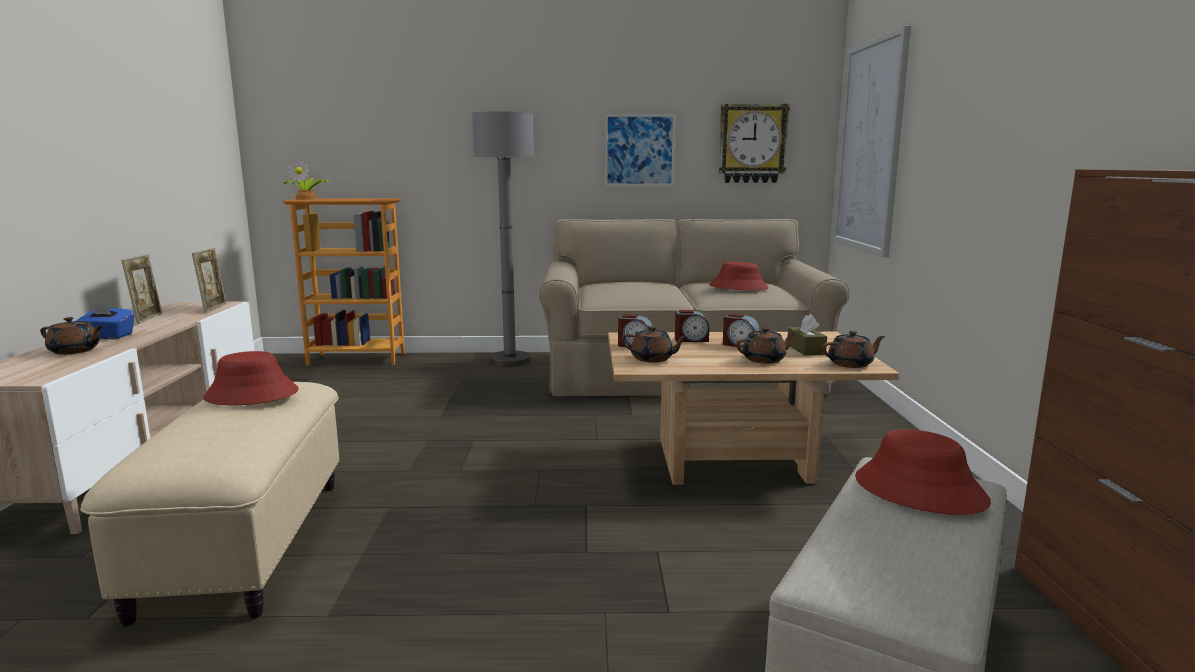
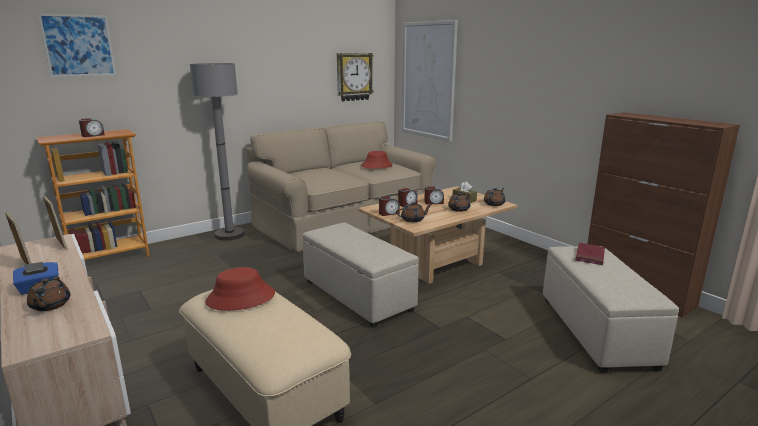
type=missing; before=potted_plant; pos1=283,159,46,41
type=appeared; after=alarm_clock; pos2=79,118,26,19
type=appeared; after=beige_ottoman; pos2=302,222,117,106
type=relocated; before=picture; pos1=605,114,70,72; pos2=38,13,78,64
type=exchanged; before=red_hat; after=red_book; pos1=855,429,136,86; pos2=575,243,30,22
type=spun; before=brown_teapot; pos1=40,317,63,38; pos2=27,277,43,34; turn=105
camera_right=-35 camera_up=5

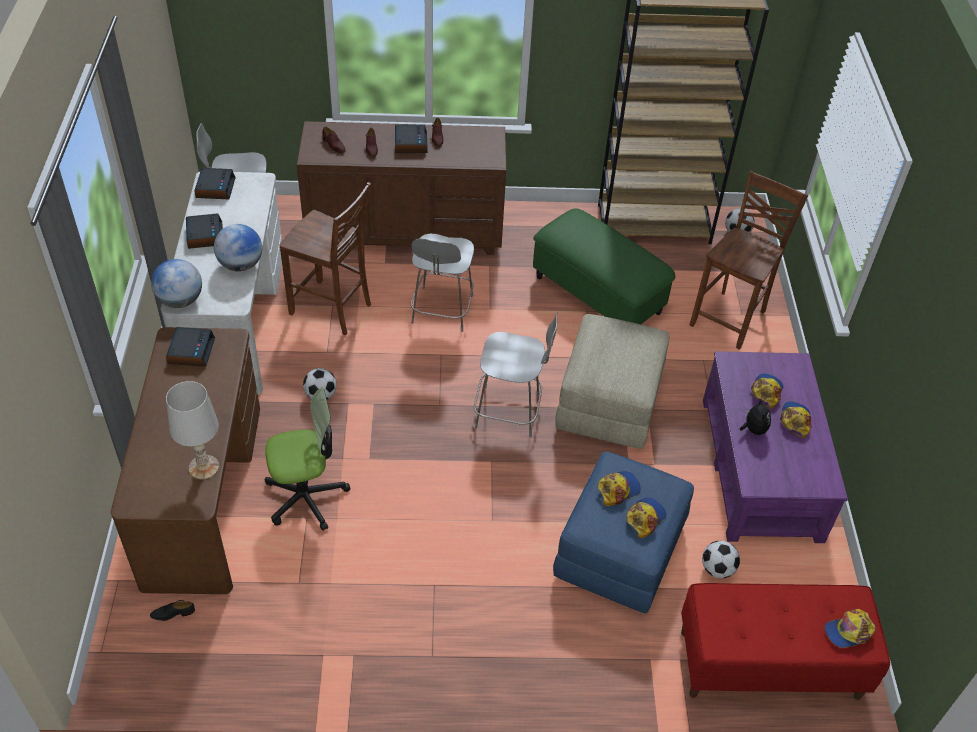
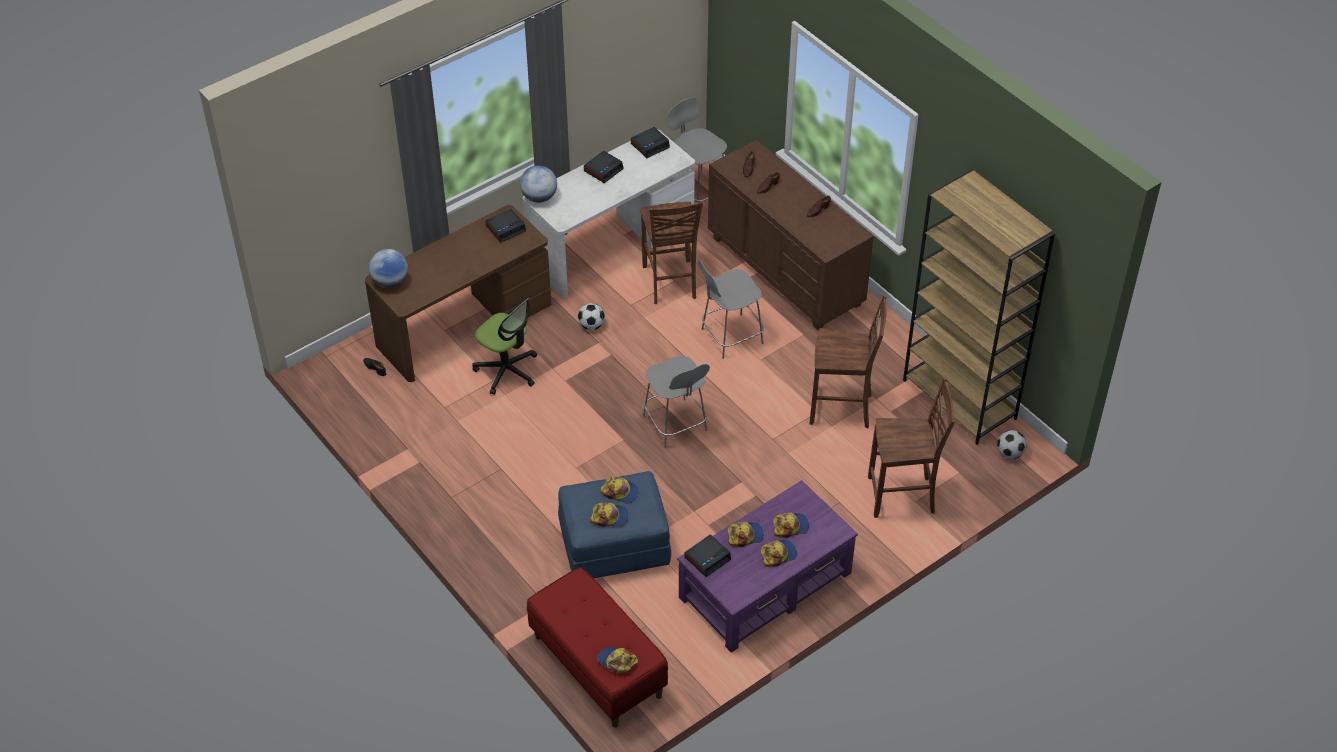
type=missing; before=white_table_lamp; pos1=166,381,53,99
type=missing; before=beige_ottoman; pos1=555,314,114,135
type=missing; before=football; pos1=702,541,38,37
type=relocated; before=globe; pos1=214,224,48,48; pos2=369,249,39,39
type=relocated; before=alarm_clock; pos1=395,124,33,29; pos2=685,534,46,43
type=exchanged; before=green_ottoman; after=brown_chair; pos1=533,208,142,116; pos2=810,295,76,133
type=exchanged; before=plush_toy; after=cap; pos1=740,399,31,36; pos2=728,521,36,26
camera_right=55 camera_up=0

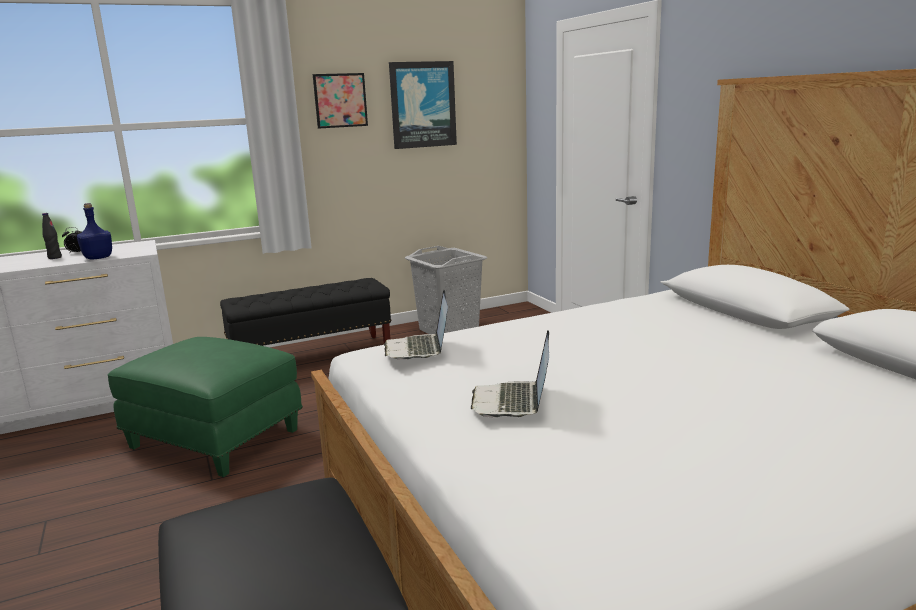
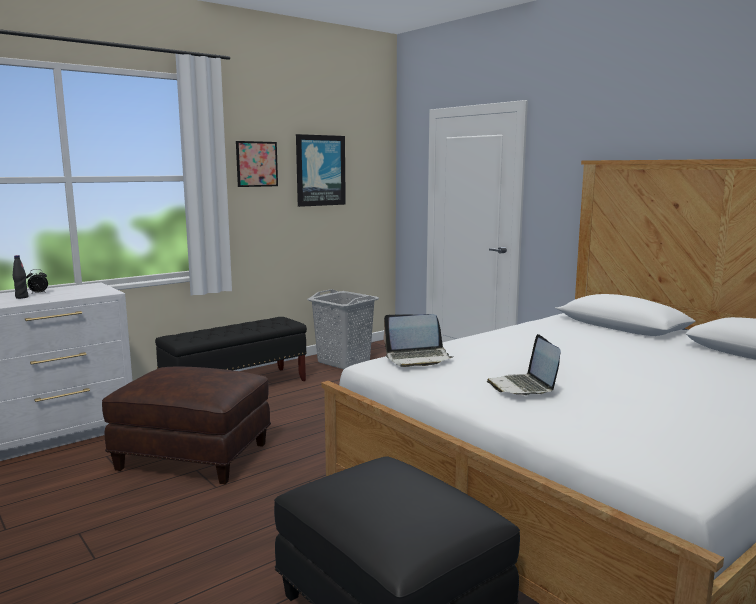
type=missing; before=blue_bottle; pos1=77,203,35,56
type=colour; before=green_ottoman; after=brown_ottoman; pos1=108,337,195,140; pos2=102,367,169,117
type=spun; before=laptop; pos1=384,290,64,70; pos2=383,314,70,53; turn=-75
camera_right=-15 camera_up=-5

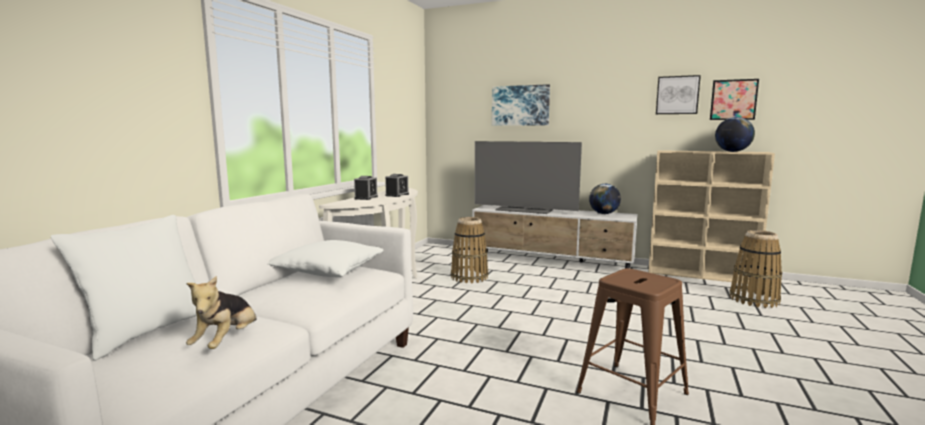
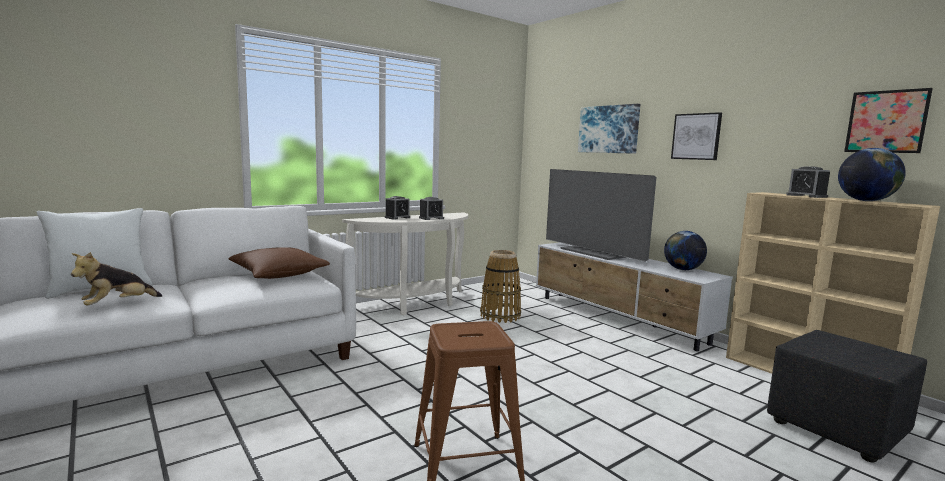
type=appeared; after=alarm_clock; pos2=786,166,44,32
type=relocated; before=picture; pos1=656,75,45,39; pos2=671,112,51,48
type=exchanged; before=basket; after=black_ottoman; pos1=730,230,52,78; pos2=767,330,160,132
type=colour; before=white_pillow; after=brown_pillow; pos1=268,240,116,37; pos2=229,247,101,32
camera_right=30 camera_up=0

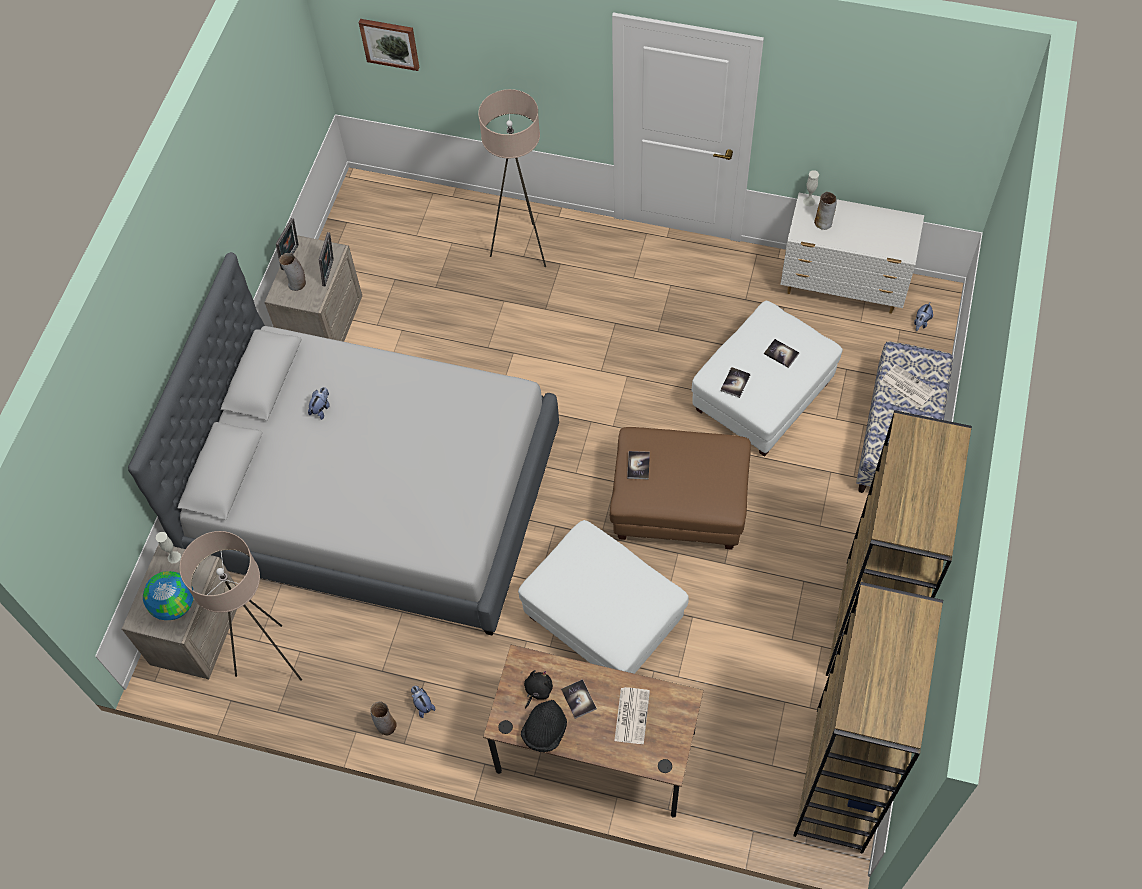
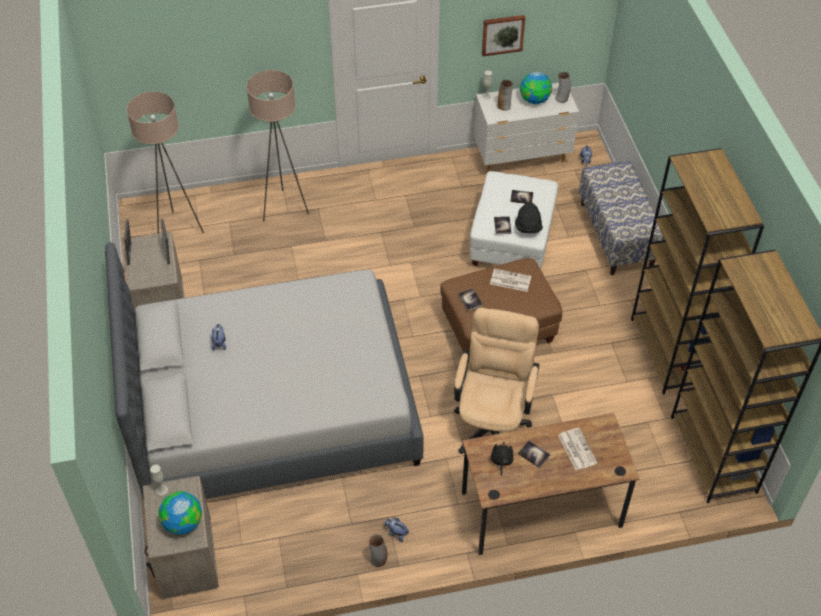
type=appeared; after=globe; pos2=520,72,32,32
type=relocated; before=beige_floor_lamp; pos1=179,531,123,150; pos2=126,92,78,142
type=relocated; before=vase; pos1=279,253,27,38; pos2=556,72,15,31
type=relocated; before=picture; pos1=359,19,60,52; pos2=482,15,43,41
type=relocated; before=black_hat; pos1=521,700,46,52; pos2=515,202,28,31
type=relocated; before=newspaper; pos1=881,364,55,44; pos2=490,268,41,24
type=exchanged; before=white_ottoman; after=beige_office_chair; pos1=518,520,171,154; pos2=454,308,86,146
camera_right=-30 camera_up=-10

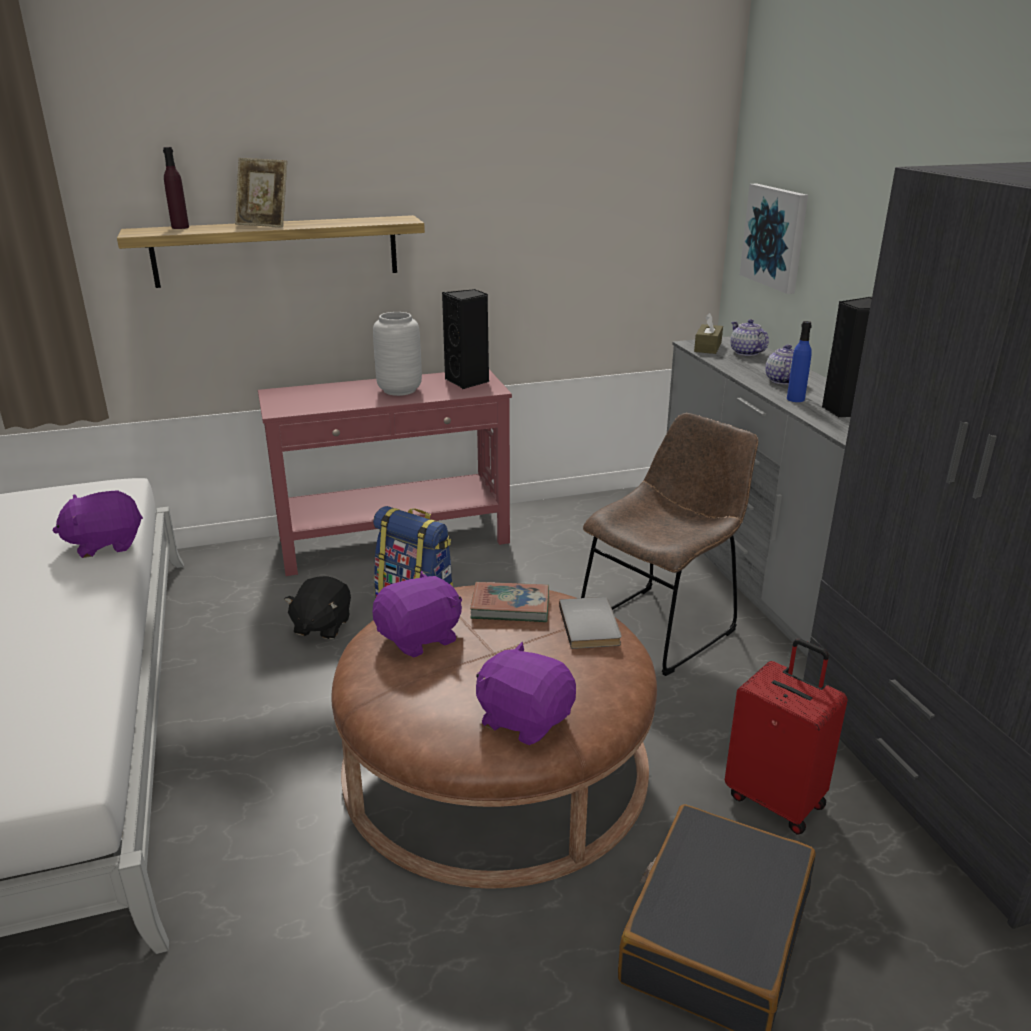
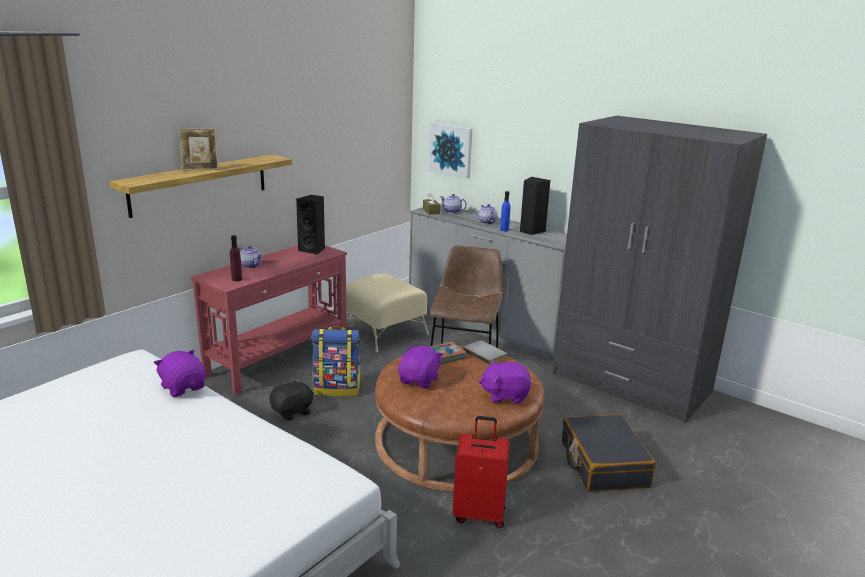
type=missing; before=grey_vase; pos1=373,312,49,84
type=appeared; after=teapot; pos2=238,245,24,24
type=appeared; after=beige_ottoman; pos2=346,274,83,78
type=relocated; before=purple_bottle; pos1=163,147,26,82; pos2=230,235,12,46
type=relocated; before=red_suitcase; pos1=725,639,123,195; pos2=452,416,58,112
type=spun; before=purple_plush_toy; pos1=52,490,91,68; pos2=153,349,53,48; turn=105
type=spun; before=black_plush_toy; pos1=284,576,67,63; pos2=269,379,45,42; turn=-105
camera_right=-35 camera_up=-5

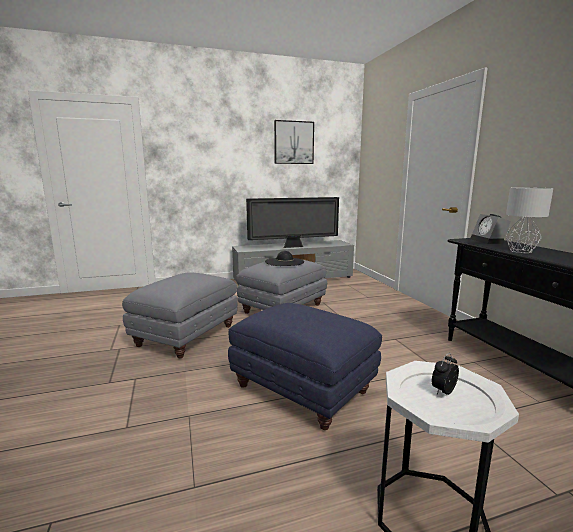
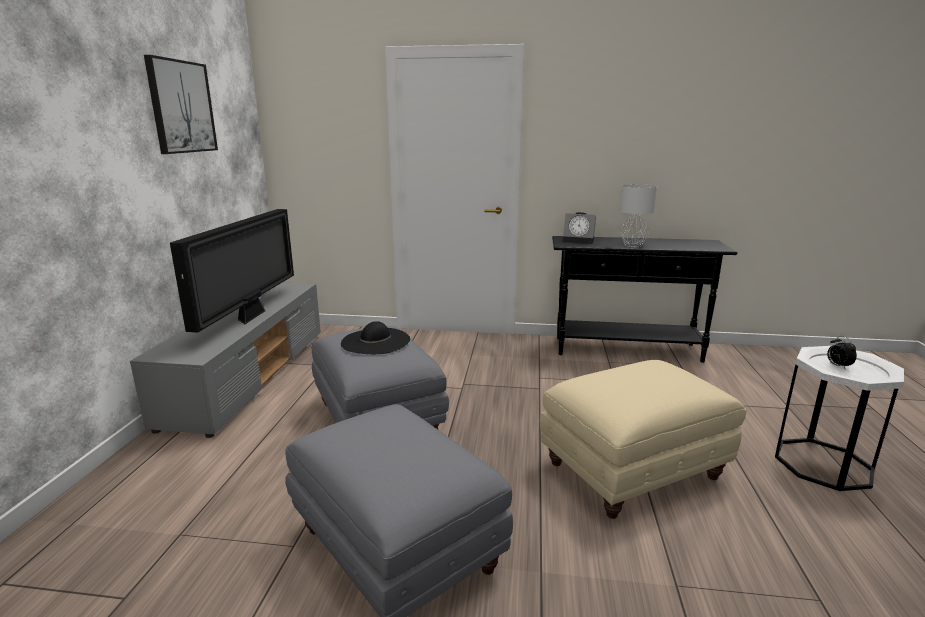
type=colour; before=blue_ottoman; after=beige_ottoman; pos1=228,303,154,127; pos2=540,360,206,159
camera_right=-65 camera_up=5

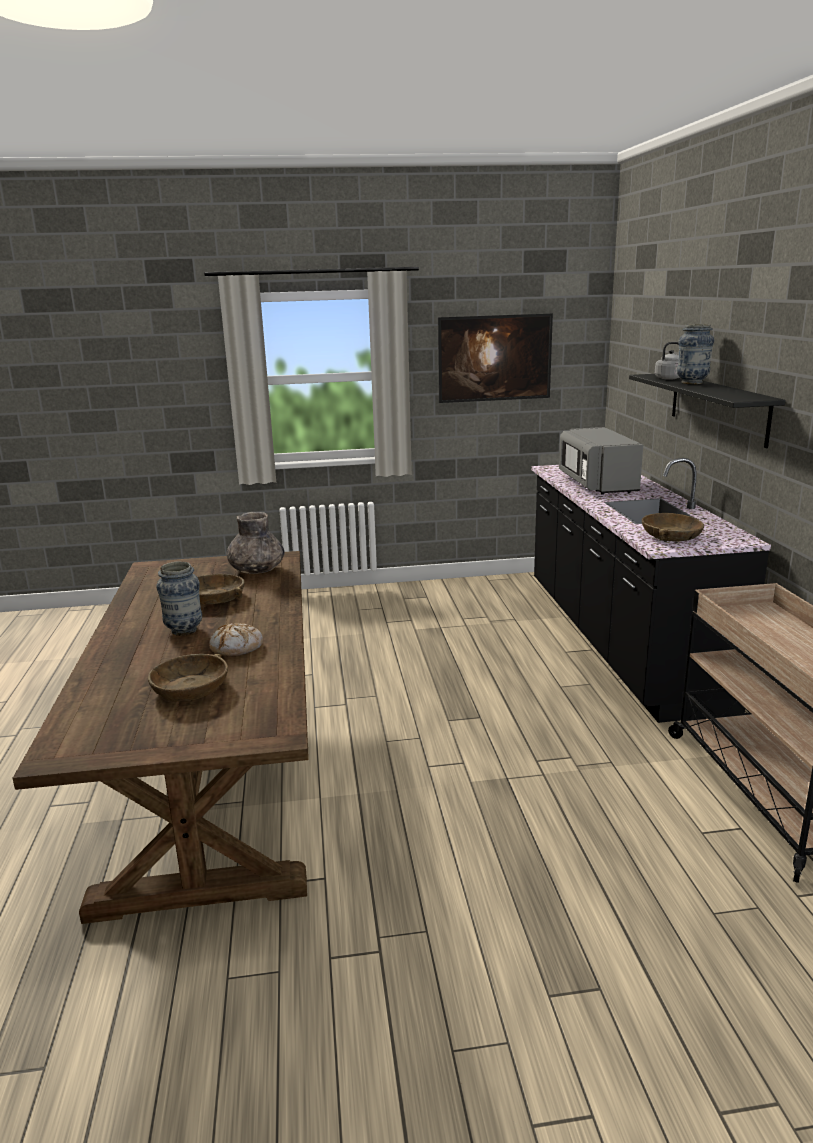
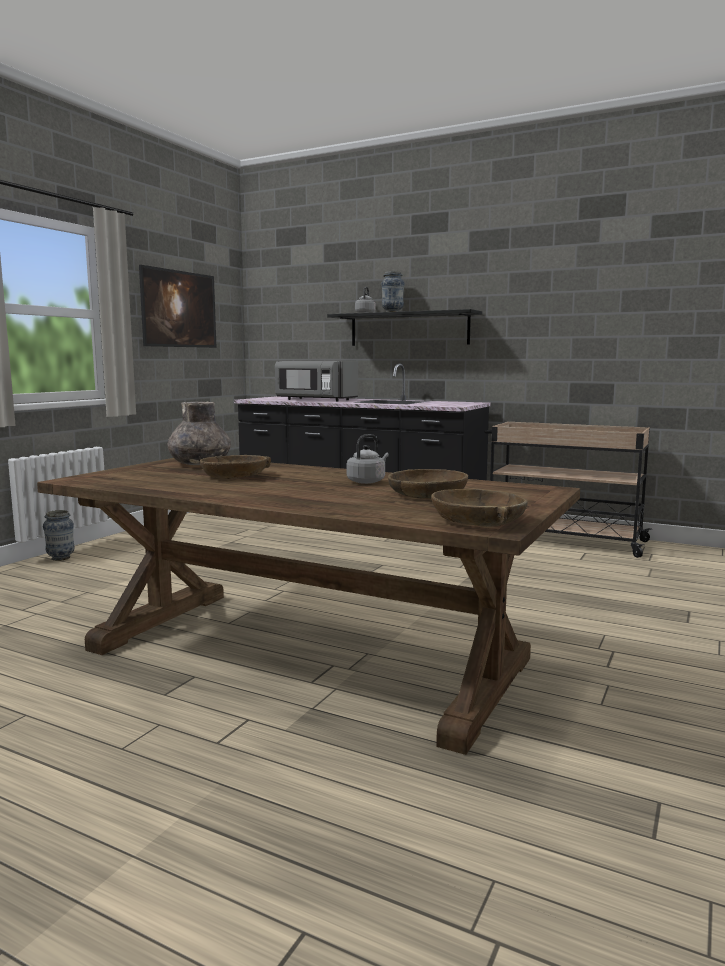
type=relocated; before=vase; pos1=156,561,46,75; pos2=43,510,32,51
type=relocated; before=brown_bowl; pos1=642,513,62,28; pos2=431,489,97,38
type=exchanged; before=bread; after=grey_kettle; pos1=209,623,54,34; pos2=347,434,42,50
camera_right=-55 camera_up=-10

